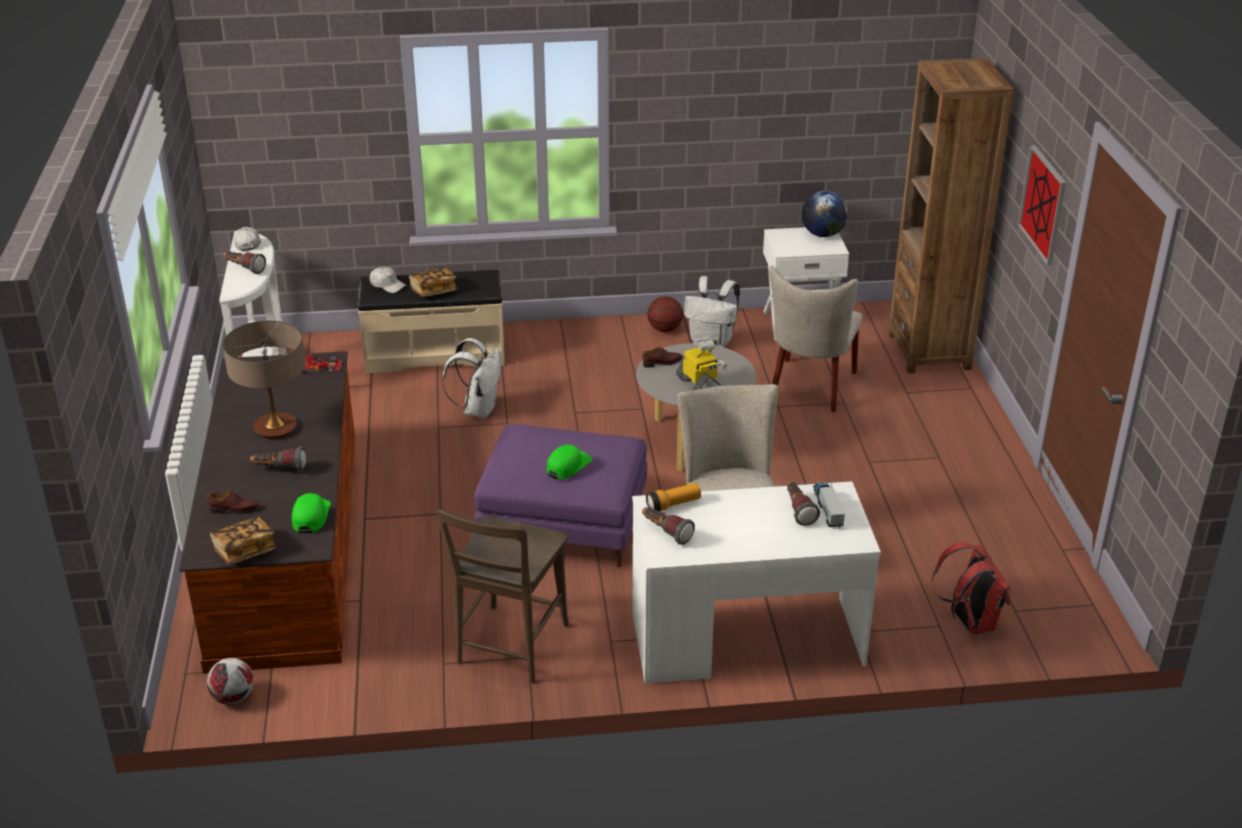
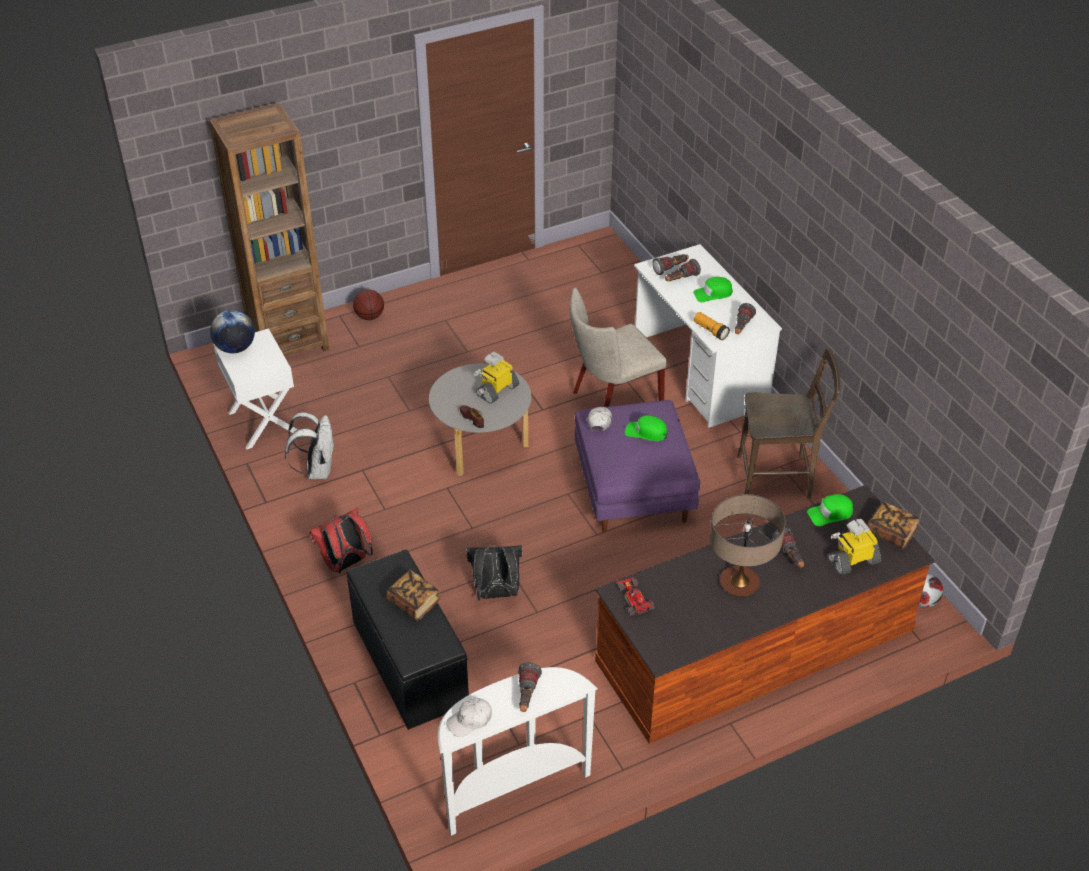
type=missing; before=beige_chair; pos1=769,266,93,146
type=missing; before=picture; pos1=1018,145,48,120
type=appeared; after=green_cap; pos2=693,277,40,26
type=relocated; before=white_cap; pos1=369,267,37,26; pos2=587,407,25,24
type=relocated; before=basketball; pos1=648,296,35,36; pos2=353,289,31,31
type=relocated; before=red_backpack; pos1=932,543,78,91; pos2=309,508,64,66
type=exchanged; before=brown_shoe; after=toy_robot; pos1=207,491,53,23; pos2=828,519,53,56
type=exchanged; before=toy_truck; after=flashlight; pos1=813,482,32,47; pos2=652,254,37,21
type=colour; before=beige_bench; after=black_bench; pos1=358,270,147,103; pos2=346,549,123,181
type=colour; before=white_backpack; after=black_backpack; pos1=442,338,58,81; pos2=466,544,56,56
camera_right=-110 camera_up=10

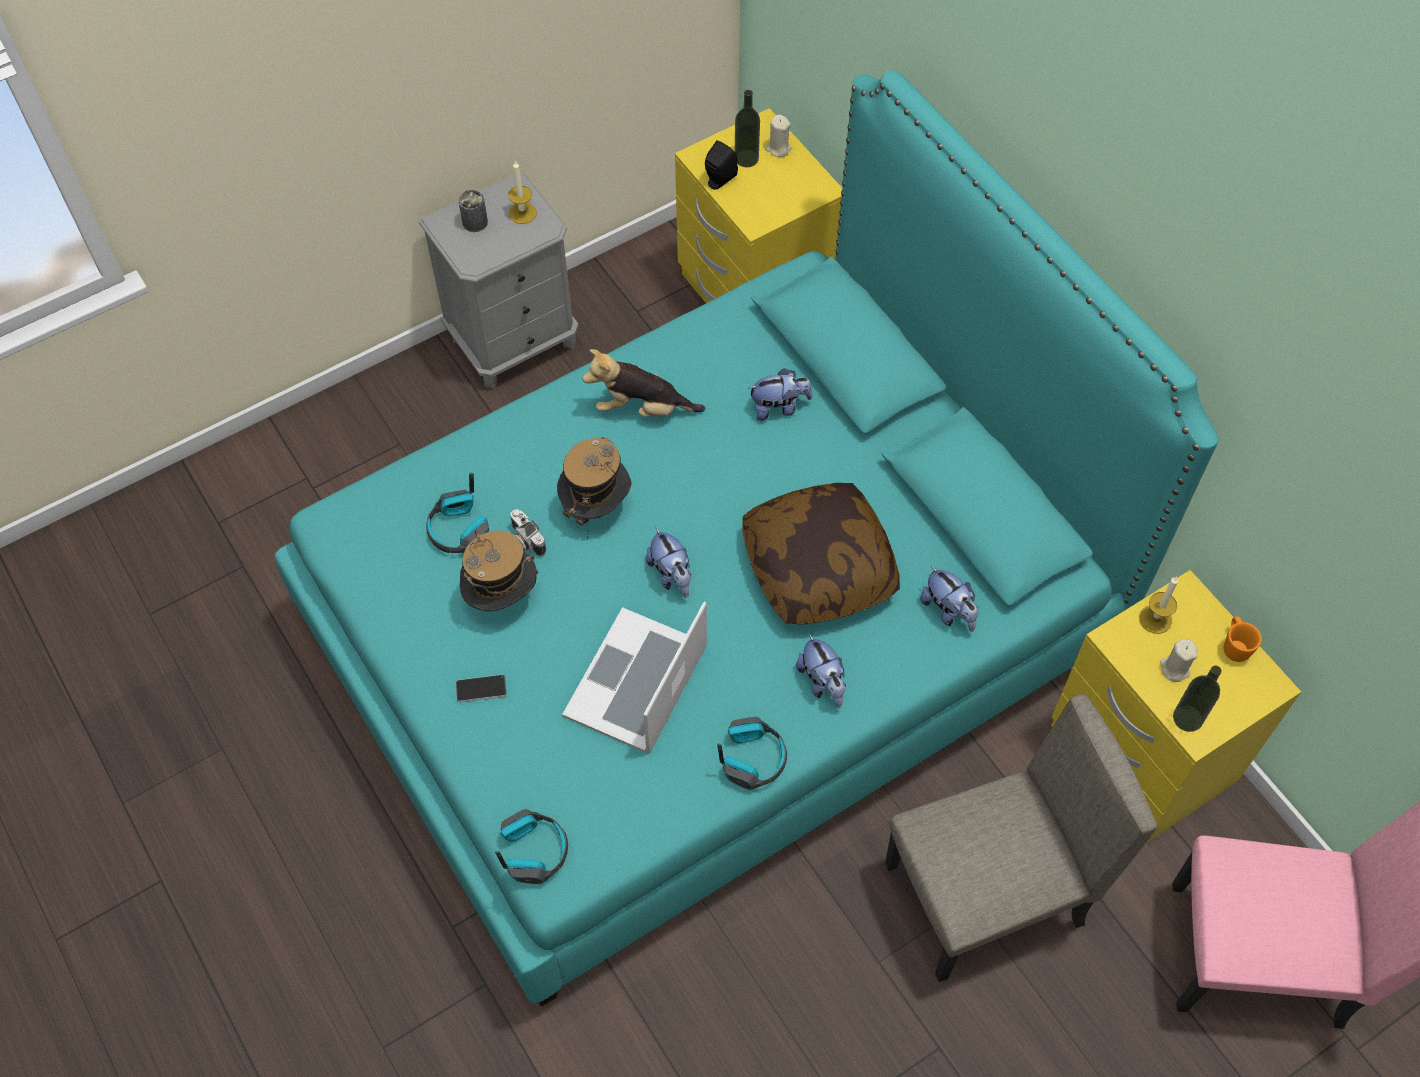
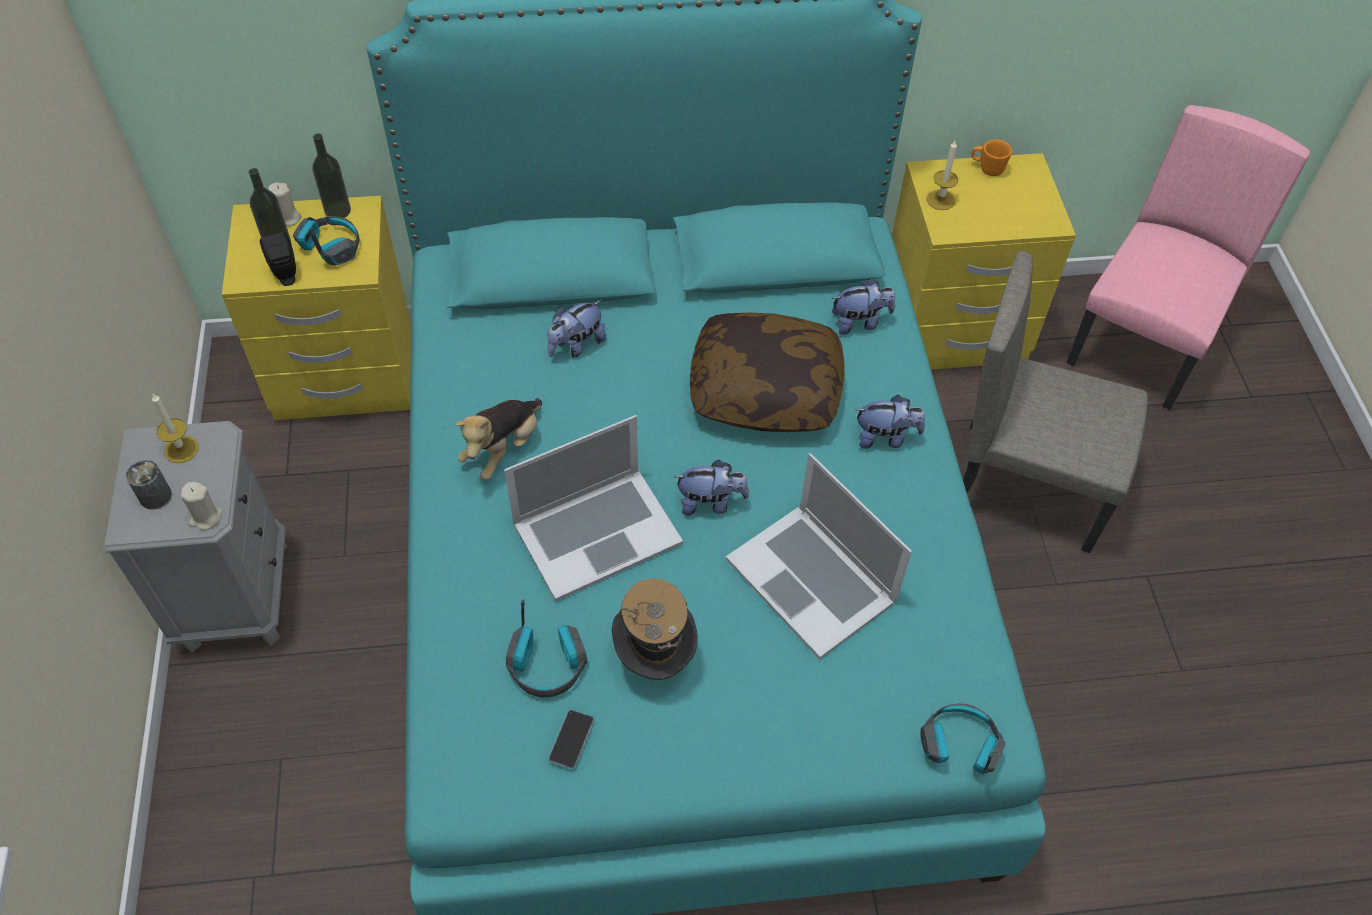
type=missing; before=photo_camera; pos1=510,509,36,48
type=relocated; before=phone; pos1=456,675,51,27; pos2=548,710,46,59
type=relocated; before=headphones; pos1=717,717,70,73; pos2=293,216,67,49
type=relocated; before=beige_candle; pos1=1160,639,37,43; pos2=181,482,41,48
type=relocated; before=bottle; pos1=1173,666,49,66; pos2=312,133,39,85
type=exchanged; before=hat; after=laptop; pos1=557,437,75,102; pos2=504,415,179,186
type=spun; before=plush_toy; pos1=748,368,64,53; pos2=548,300,58,58; turn=-150
type=spun; before=beige_chair; pos1=885,694,272,288; pos2=962,251,186,302; turn=-75
camera_right=-65 camera_up=-5

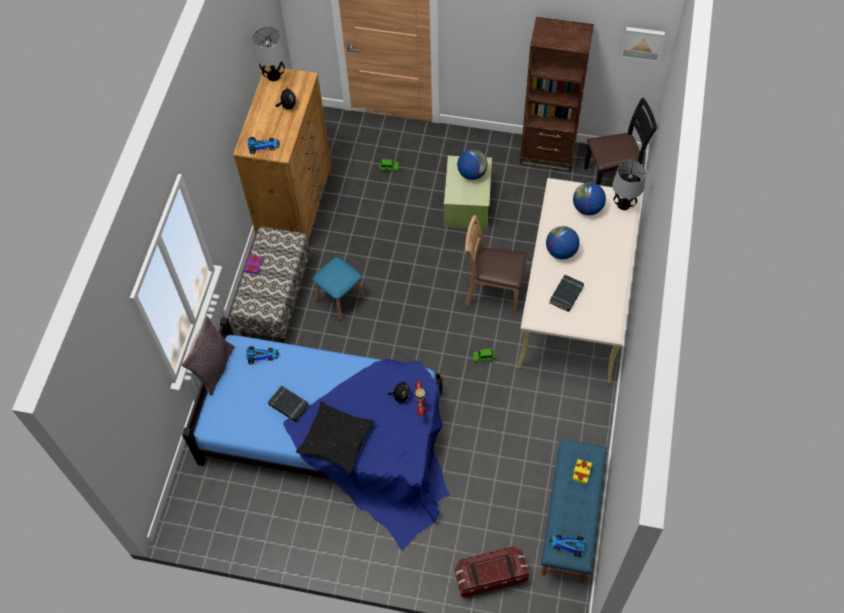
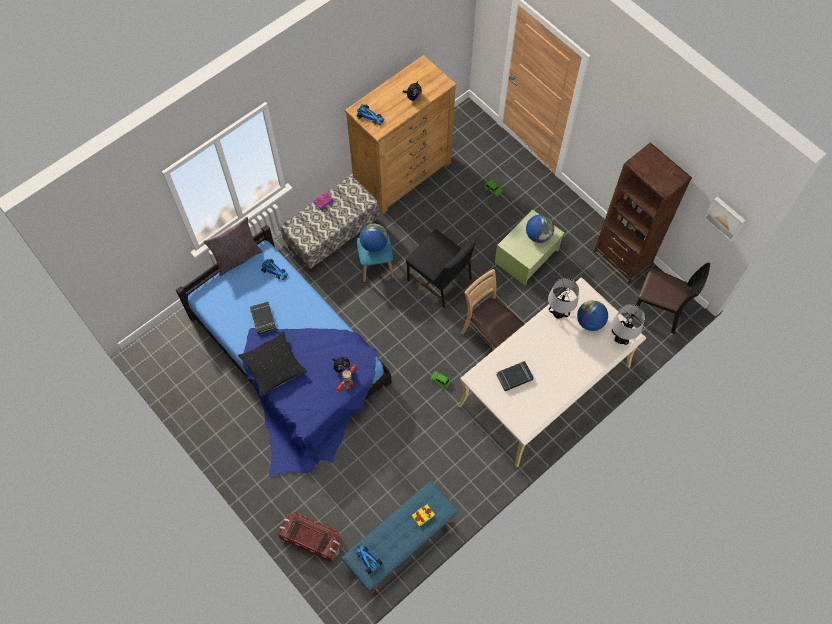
type=appeared; after=black_chair; pos2=406,230,70,78
type=relocated; before=table_lamp; pos1=252,27,33,54; pos2=548,278,31,41
type=relocated; before=globe; pos1=546,226,34,33; pos2=359,223,29,29
camera_right=35 camera_up=5

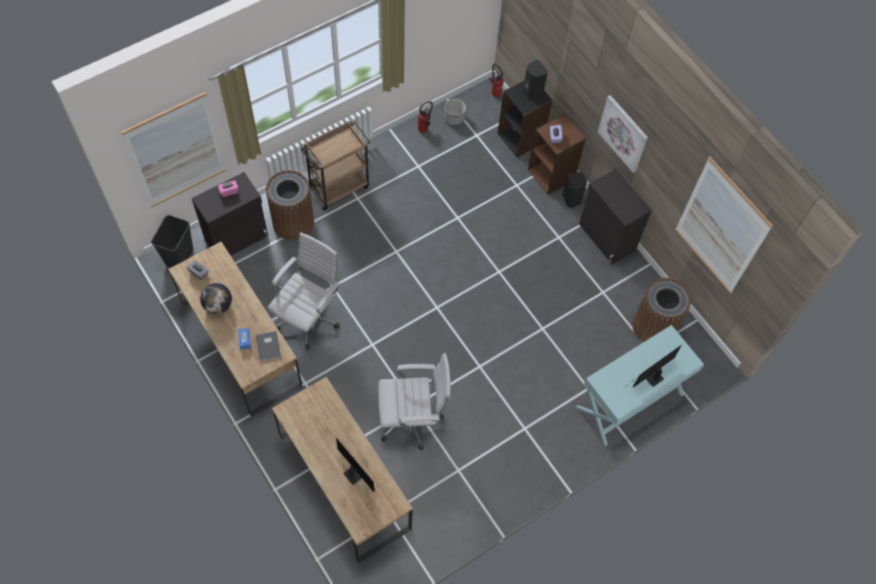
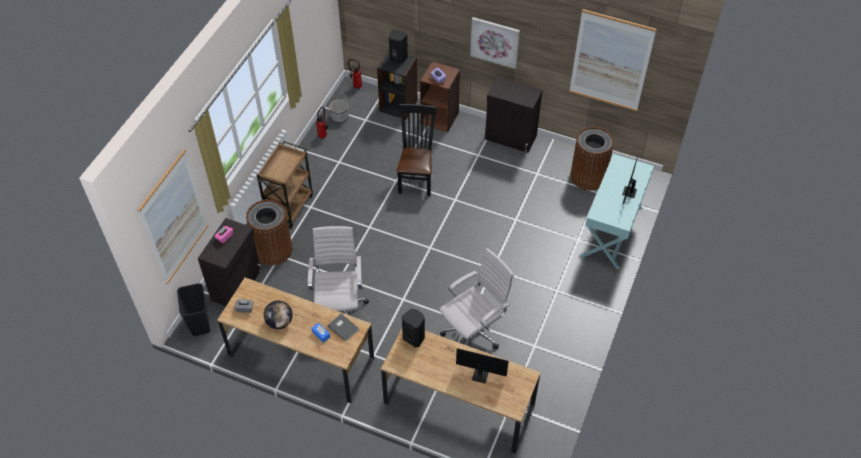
type=appeared; after=black_chair; pos2=397,104,40,92
type=relocated; before=black_speaker; pos1=563,172,24,36; pos2=402,309,23,39
camera_right=-30 camera_up=-10

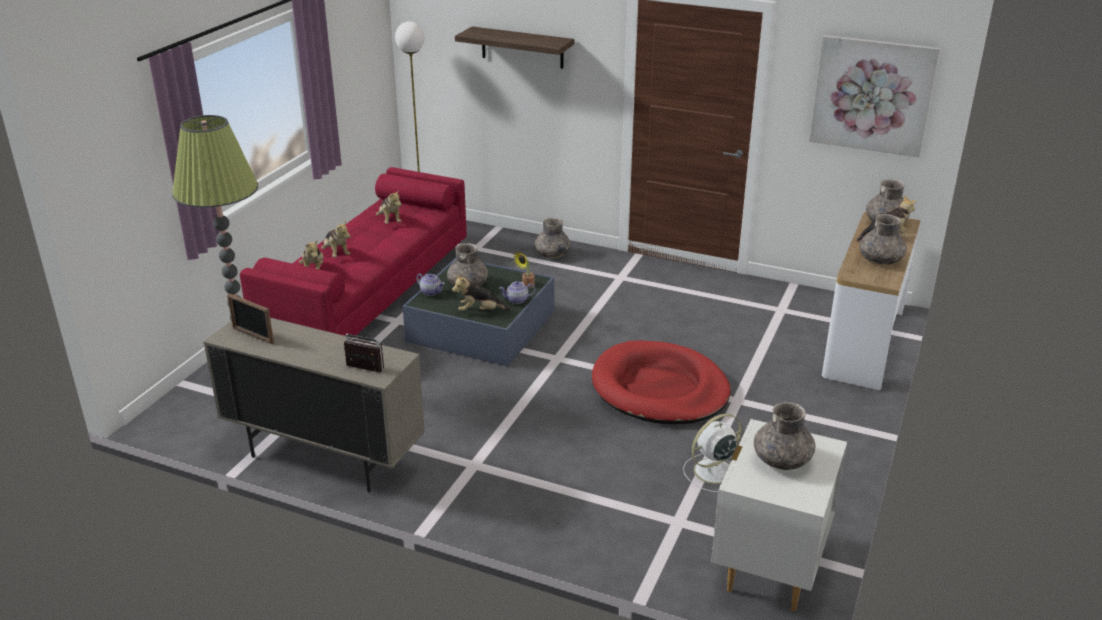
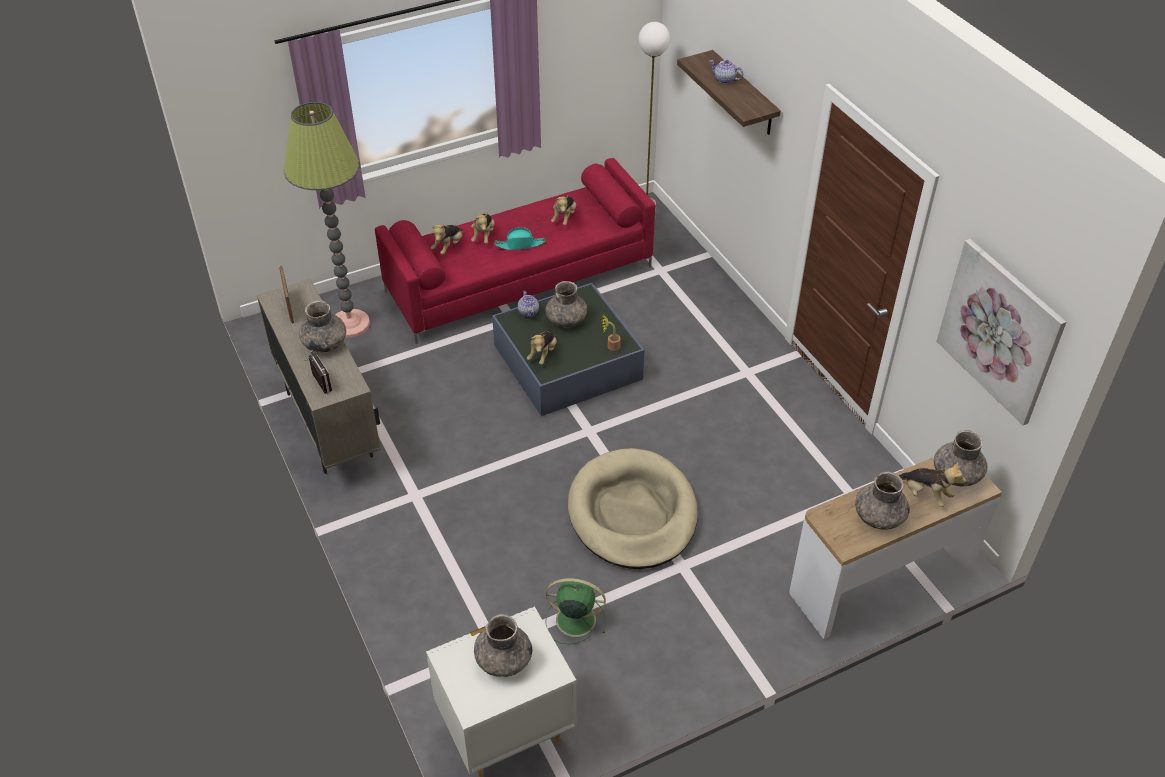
type=appeared; after=turquoise_hat; pos2=494,227,52,23
type=relocated; before=teapot; pos1=499,281,36,23; pos2=710,60,33,24
type=relocated; before=grey_vase; pos1=535,218,36,40; pos2=299,300,47,52
type=colour; before=red_dog_bed; after=beige_dog_bed; pos1=592,340,139,84; pos2=568,448,130,121
type=colour; before=white_fan; after=green_fan; pos1=683,414,59,78; pos2=545,578,61,66
type=spun; before=plush_toy; pos1=452,275,58,36; pos2=527,331,30,34; turn=-105
camera_right=40 camera_up=15

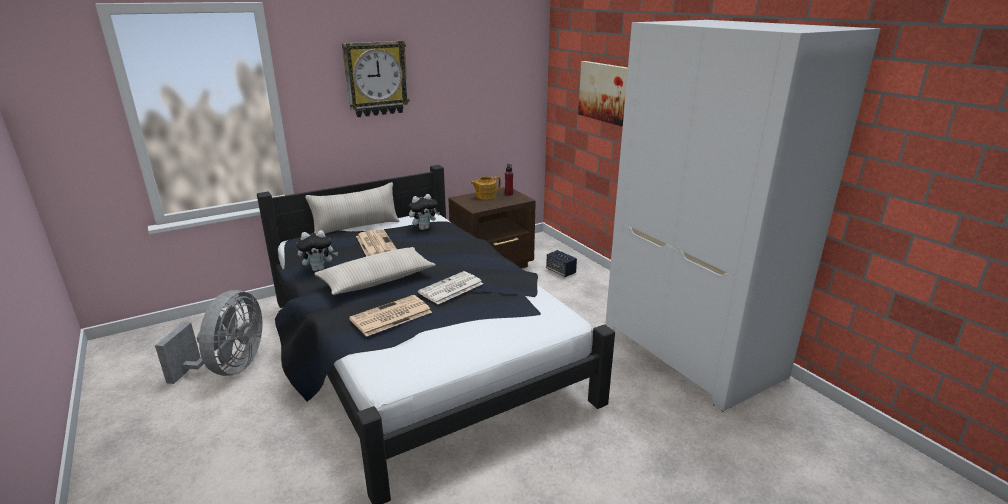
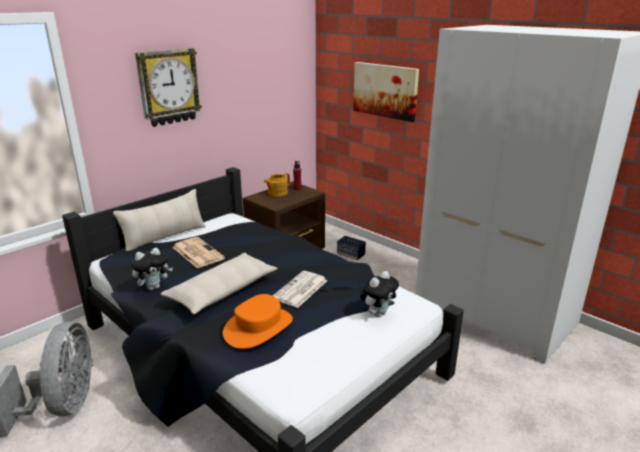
type=relocated; before=plush_toy; pos1=409,194,31,36; pos2=360,271,39,47
type=exchanged; before=newspaper; after=orange_hat; pos1=349,295,83,42; pos2=223,294,70,55
camera_right=-15 camera_up=0

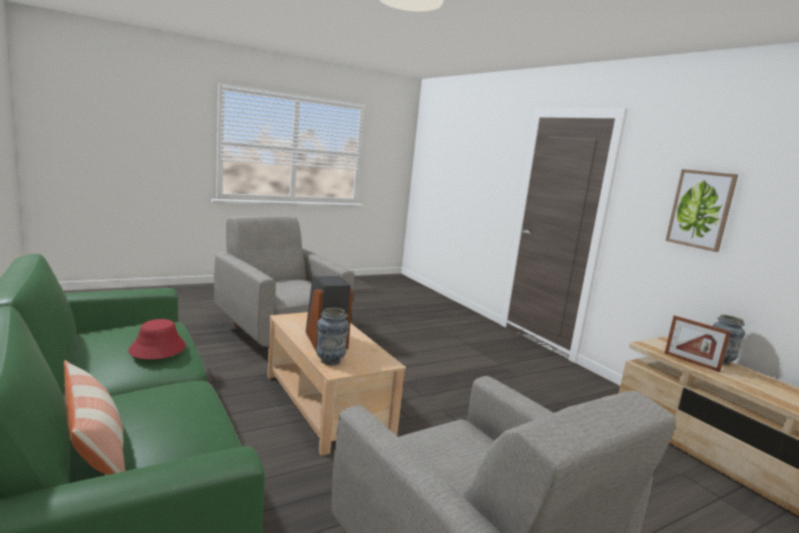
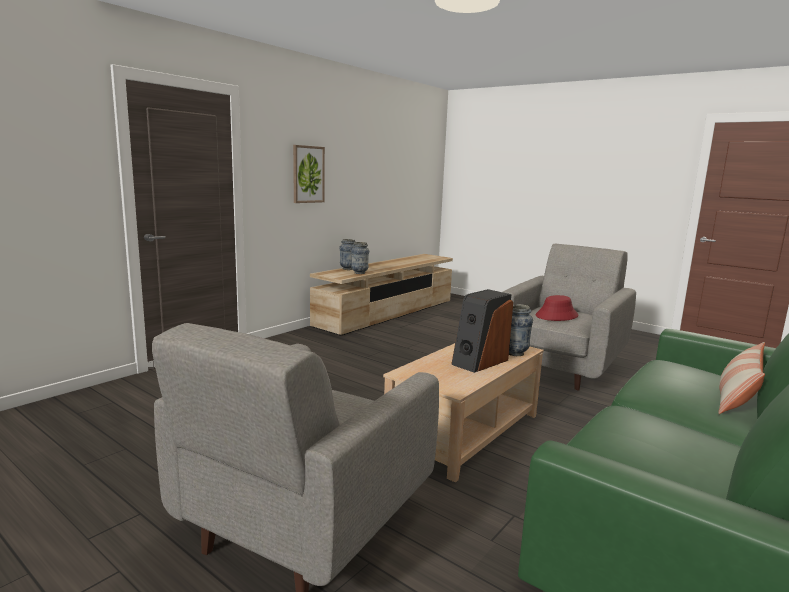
type=relocated; before=red_hat; pos1=128,319,58,40; pos2=536,295,43,26
type=exchanged; before=picture_frame; after=vase; pos1=664,315,67,57; pos2=351,242,18,32
camera_right=-110 camera_up=0

